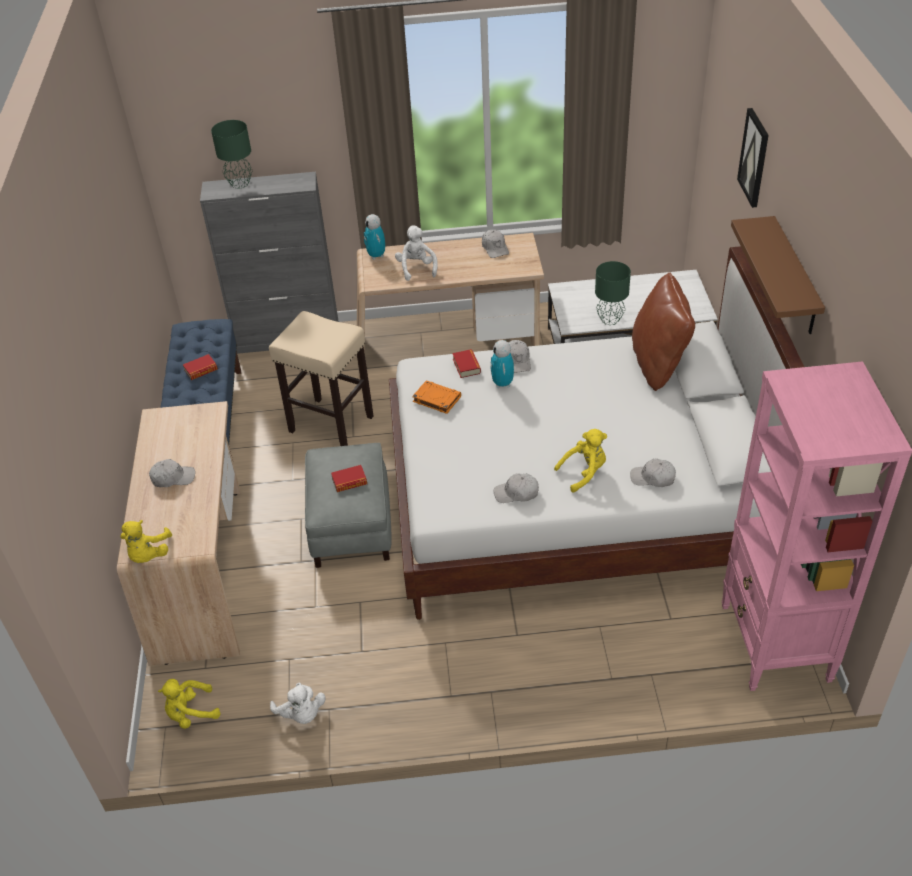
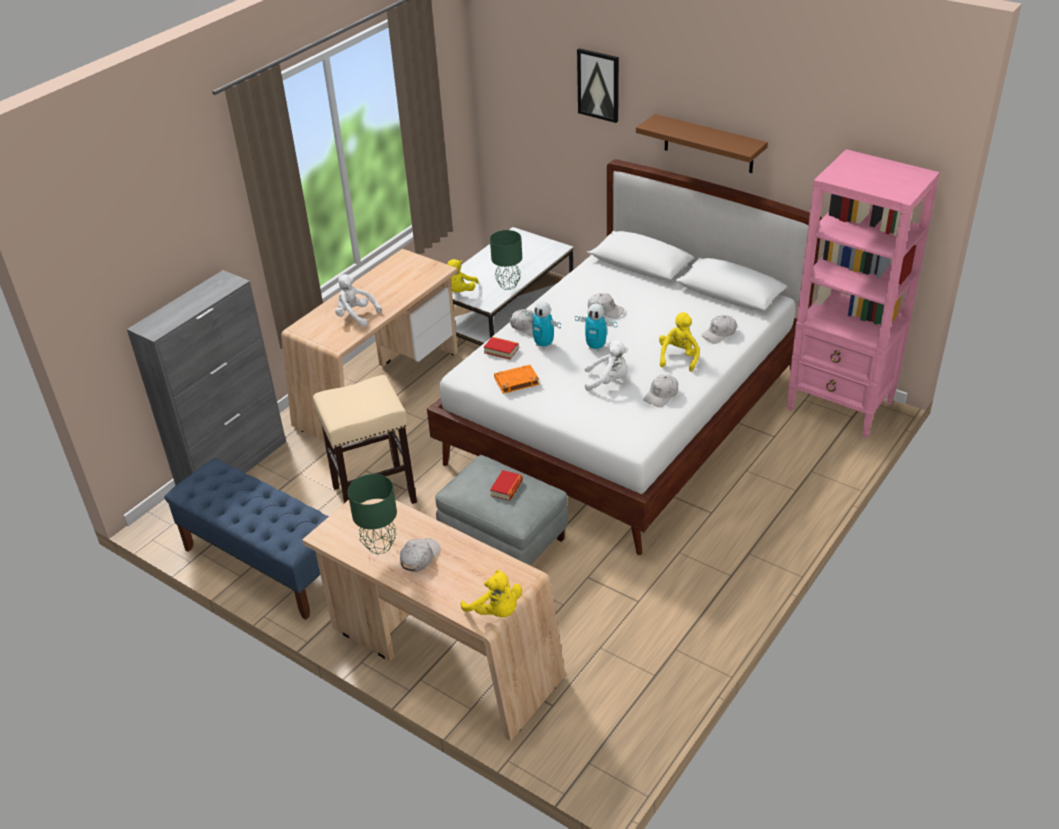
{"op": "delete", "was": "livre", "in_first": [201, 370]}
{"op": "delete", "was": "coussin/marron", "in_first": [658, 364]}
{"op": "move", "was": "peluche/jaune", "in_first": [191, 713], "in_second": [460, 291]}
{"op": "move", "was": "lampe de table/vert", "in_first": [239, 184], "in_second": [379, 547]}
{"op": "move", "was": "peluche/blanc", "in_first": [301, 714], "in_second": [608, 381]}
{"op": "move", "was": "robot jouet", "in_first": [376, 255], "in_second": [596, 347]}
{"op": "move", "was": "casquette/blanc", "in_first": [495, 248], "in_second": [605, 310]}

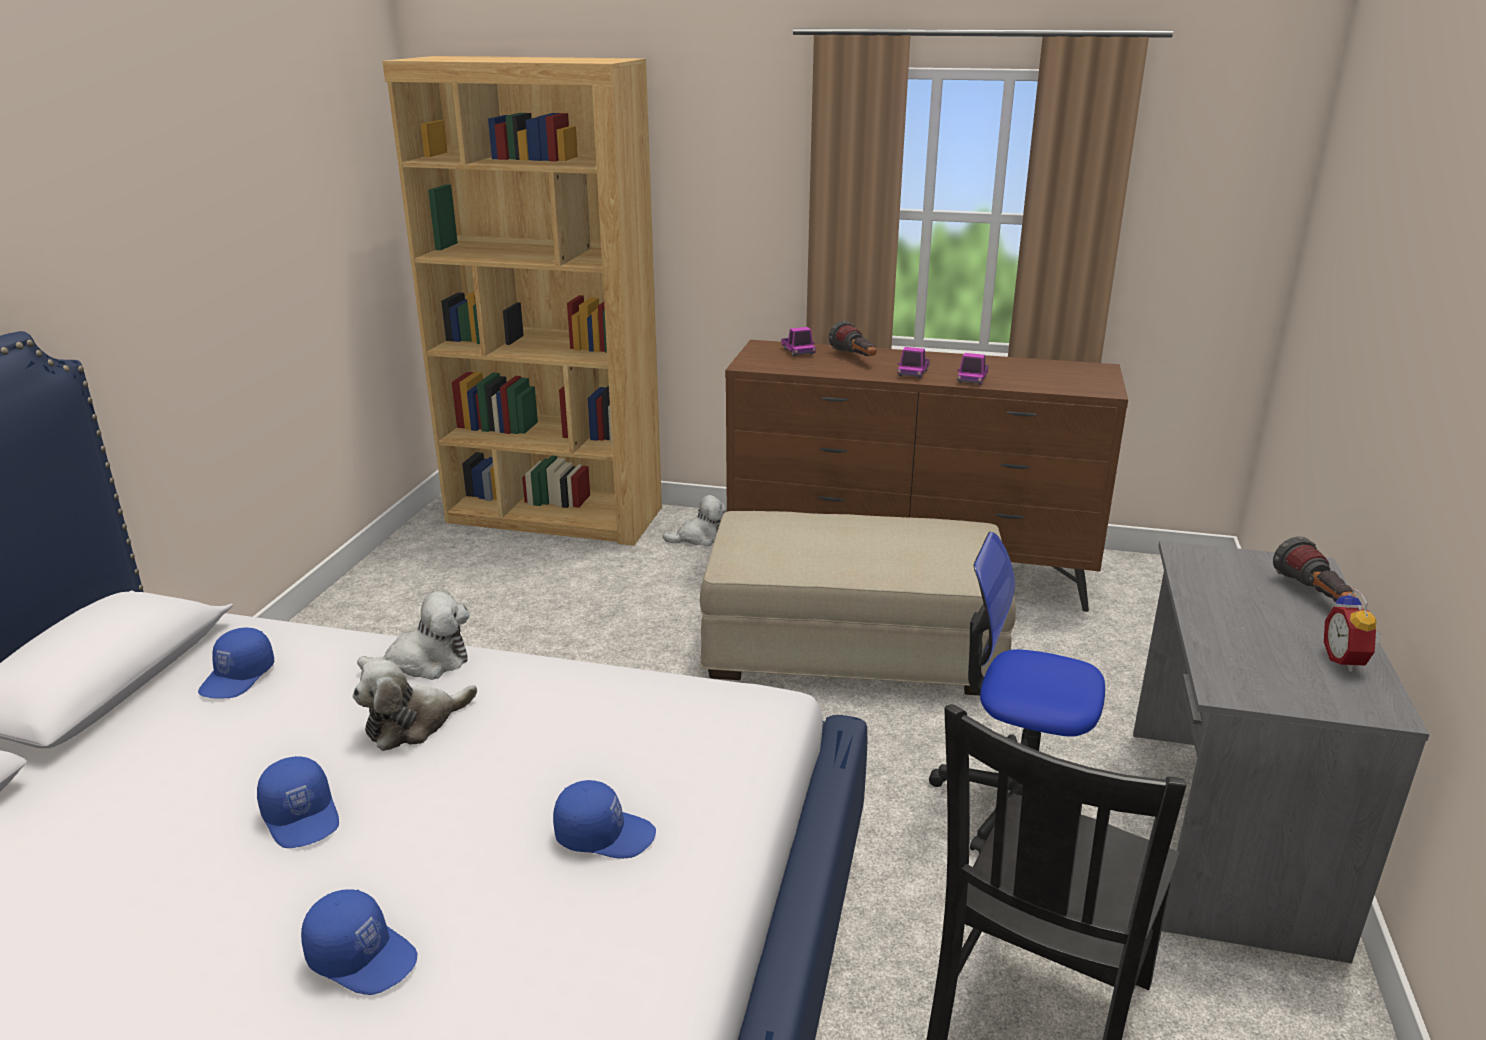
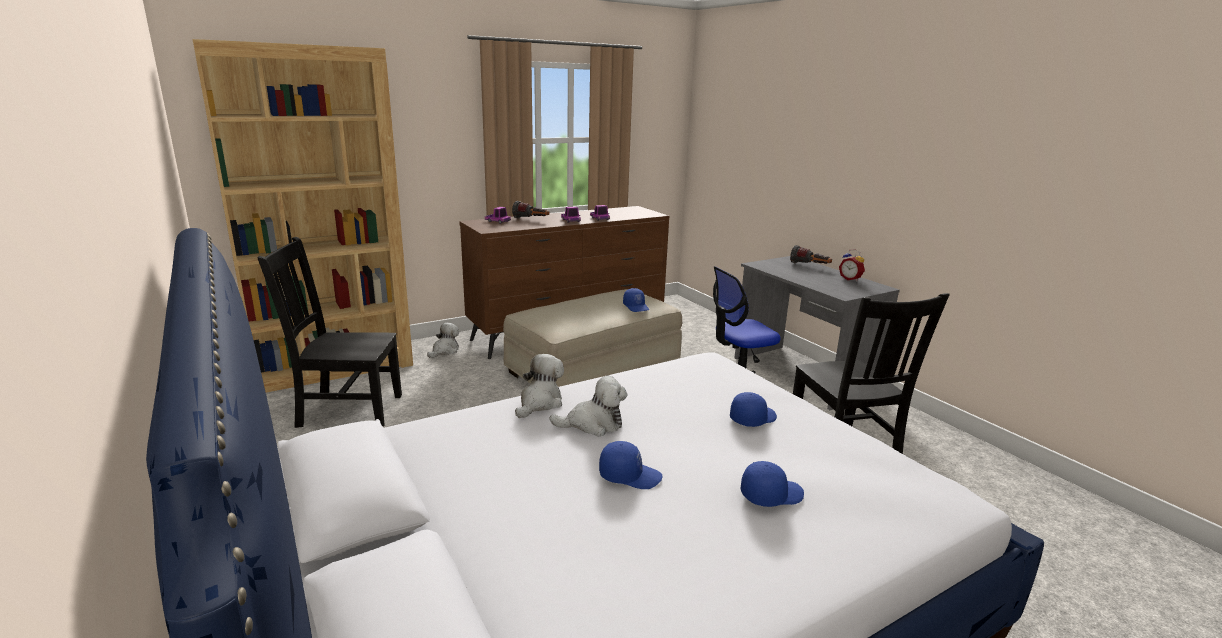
{"op": "insert", "now": "chaise/noir", "in_second": [347, 410]}
{"op": "move", "was": "casquette/bleu", "in_first": [238, 677], "in_second": [636, 307]}
{"op": "rotate", "was": "peluche", "in_first": [413, 724], "in_second": [593, 424], "clockwise": -105}

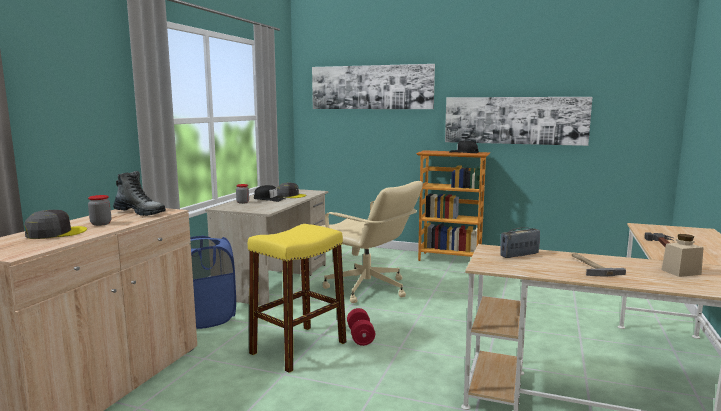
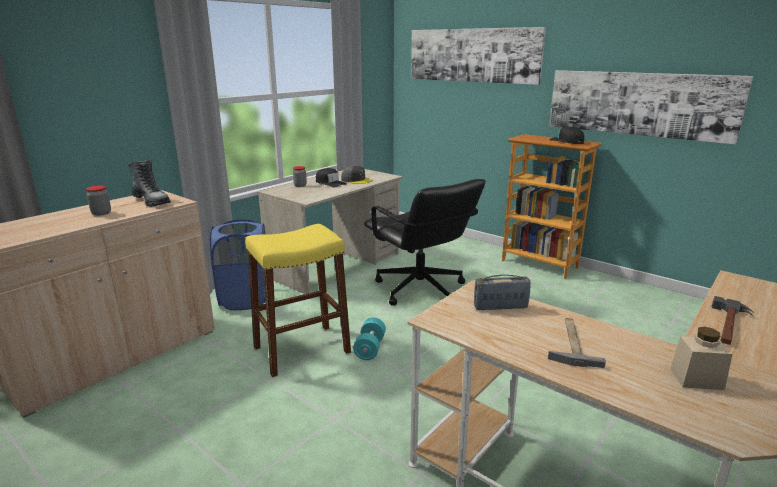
{"op": "delete", "was": "casquette/gris", "in_first": [55, 233]}
{"op": "recolor", "was": "chaise de bureau/beige", "now": "chaise de bureau/noir", "in_first": [367, 289], "in_second": [420, 290]}
{"op": "recolor", "was": "haltère/rouge", "now": "haltère/turquoise", "in_first": [360, 336], "in_second": [370, 348]}

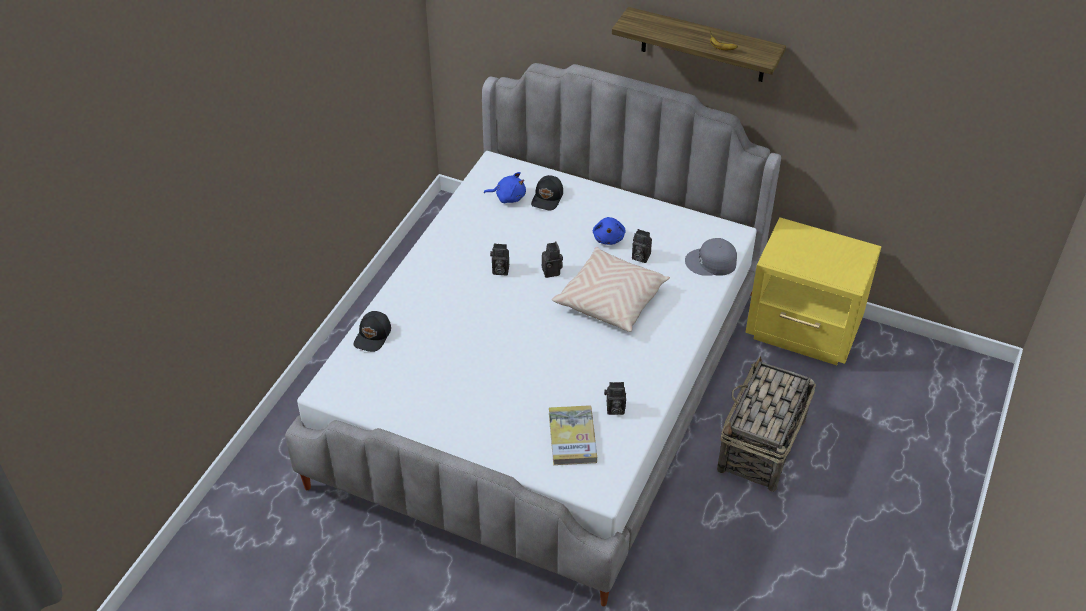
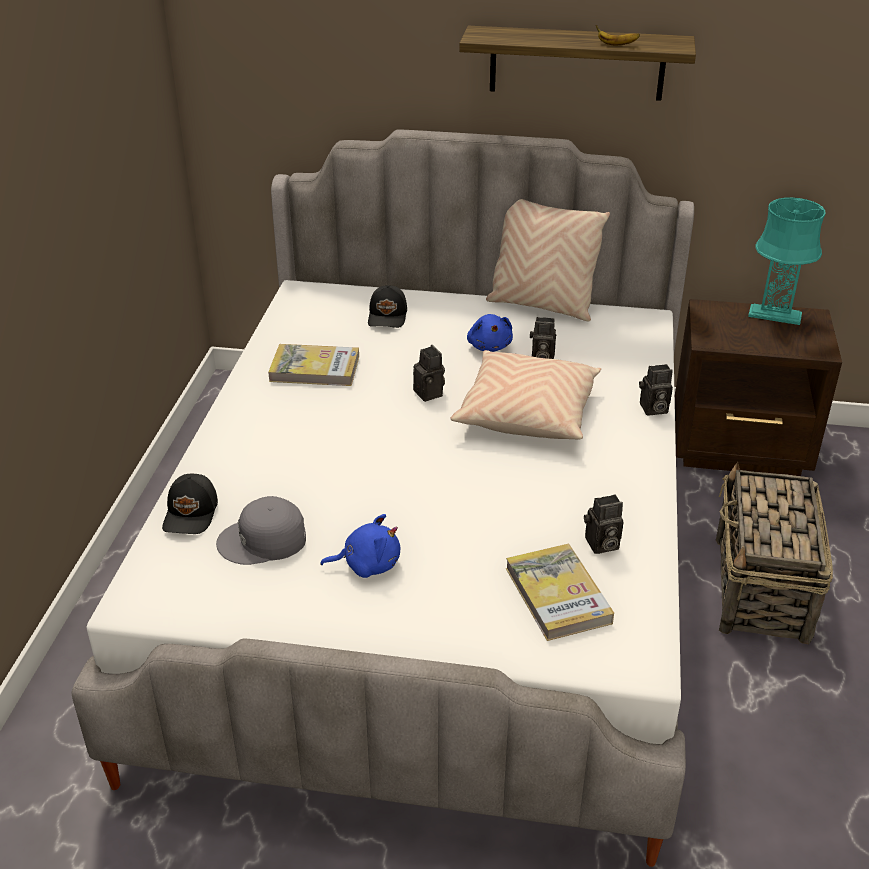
{"op": "insert", "now": "livre", "in_second": [315, 369]}
{"op": "insert", "now": "coussin/beige", "in_second": [542, 305]}
{"op": "insert", "now": "lampe de table/turquoise", "in_second": [774, 315]}
{"op": "move", "was": "peluche/bleu", "in_first": [508, 197], "in_second": [367, 564]}
{"op": "move", "was": "appareil photo", "in_first": [499, 270], "in_second": [652, 409]}
{"op": "move", "was": "casquette/gris", "in_first": [711, 262], "in_second": [263, 541]}
{"op": "recolor", "was": "table de chevet/jaune", "now": "table de chevet/marron", "in_first": [804, 332], "in_second": [741, 449]}

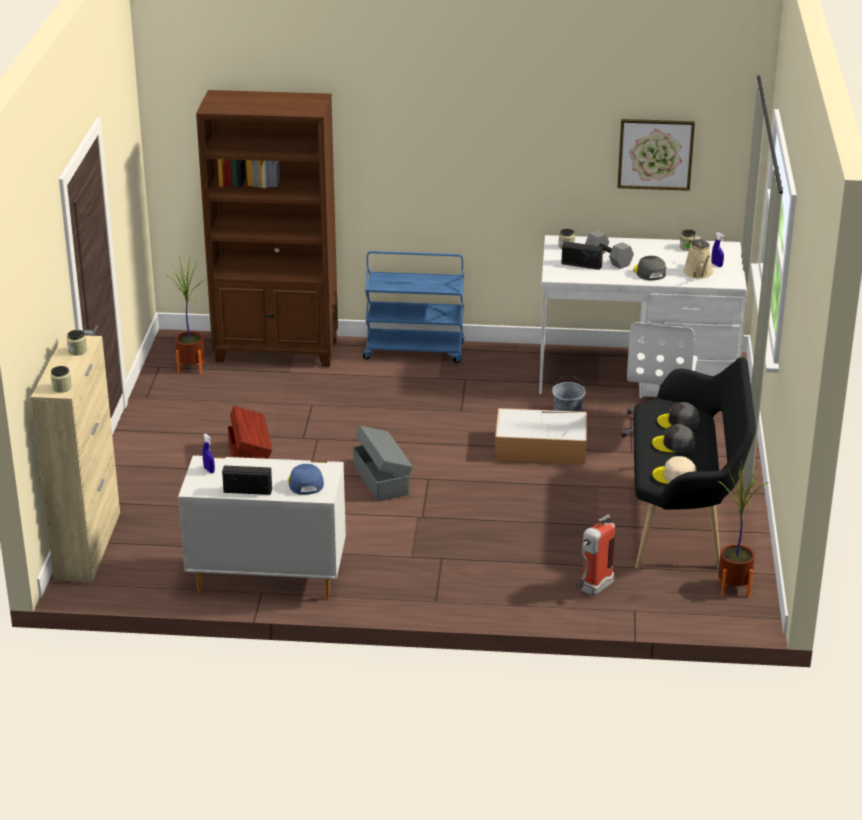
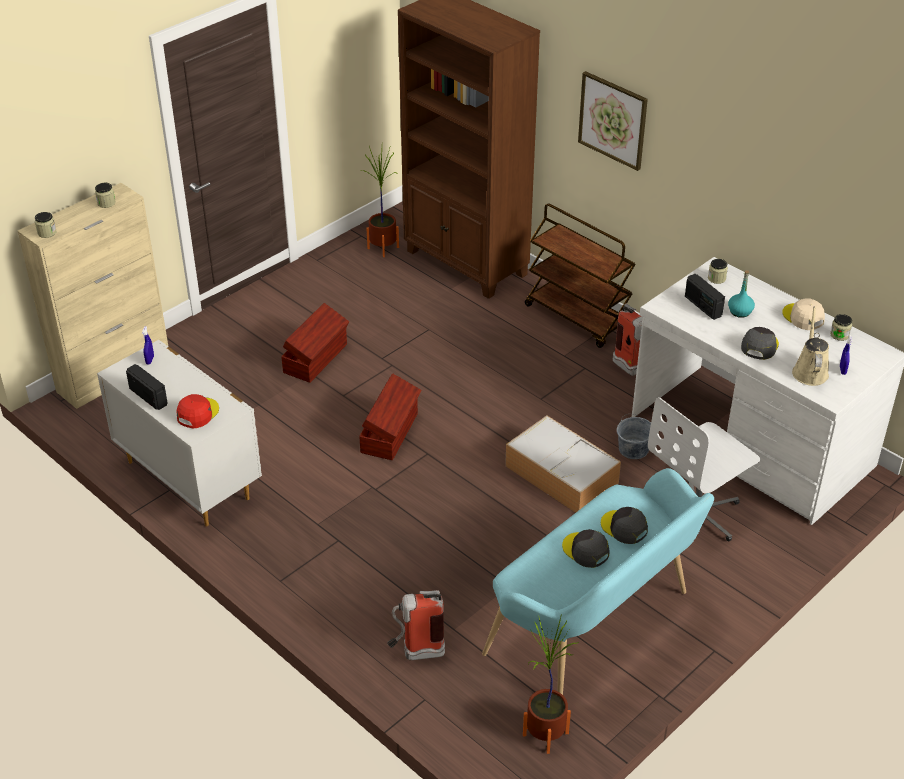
{"op": "insert", "now": "extincteur", "in_second": [632, 370]}
{"op": "move", "was": "tableau", "in_first": [655, 154], "in_second": [613, 120]}
{"op": "move", "was": "casquette/beige", "in_first": [674, 476], "in_second": [803, 317]}
{"op": "replace", "was": "haltère/gris", "now": "bouteille/turquoise", "in_first": [609, 259], "in_second": [740, 312]}
{"op": "recolor", "was": "casquette/bleu", "now": "casquette/rouge", "in_first": [305, 483], "in_second": [197, 413]}
{"op": "recolor", "was": "boîte de rangement/gris", "now": "boîte de rangement/marron", "in_first": [381, 479], "in_second": [391, 433]}
{"op": "recolor", "was": "chariot/bleu", "now": "chariot/marron", "in_first": [415, 351], "in_second": [577, 317]}
{"op": "recolor", "was": "banc/noir", "now": "banc/turquoise", "in_first": [684, 518], "in_second": [596, 626]}
{"op": "rotate", "was": "arrosoir/beige", "in_first": [699, 273], "in_second": [809, 371], "clockwise": 150}

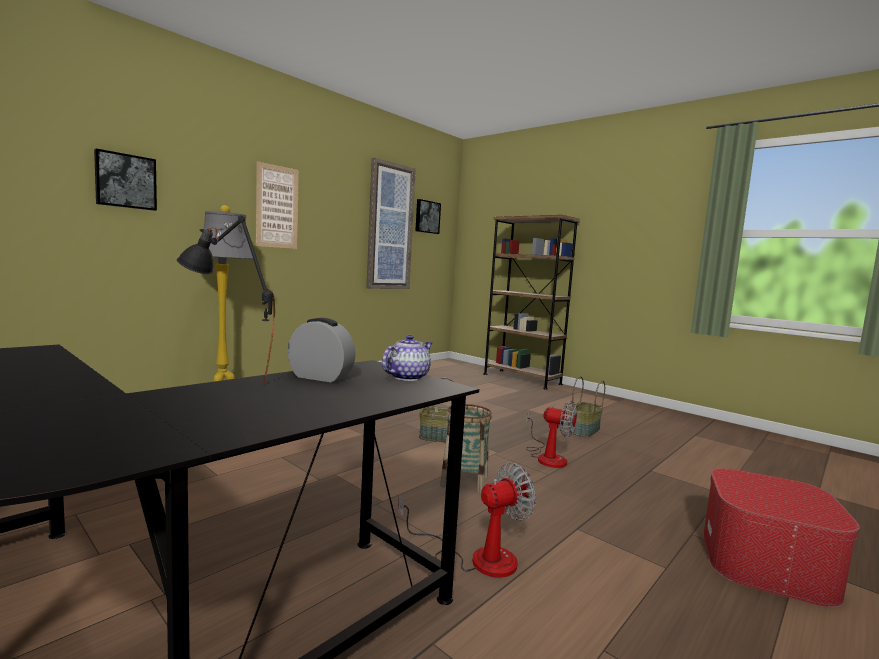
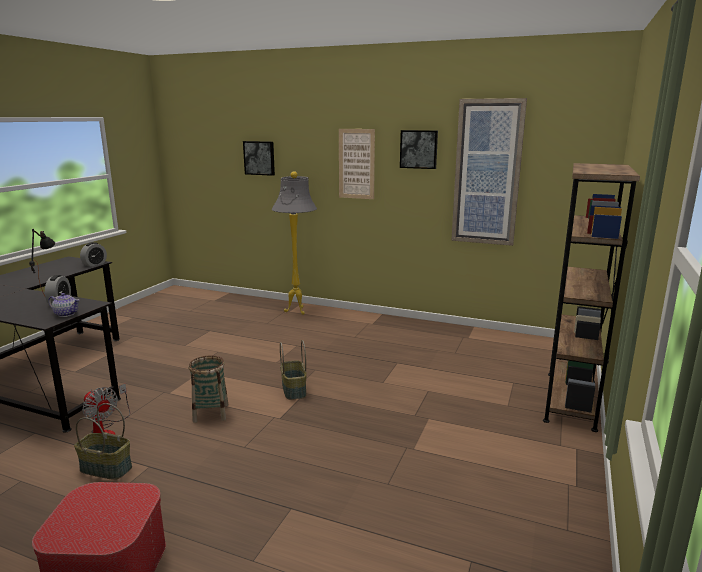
{"op": "delete", "was": "ventilateur", "in_first": [547, 457]}
{"op": "insert", "now": "réveil", "in_second": [94, 264]}
{"op": "move", "was": "tableau", "in_first": [427, 217], "in_second": [419, 149]}
{"op": "move", "was": "panier", "in_first": [585, 431], "in_second": [105, 469]}

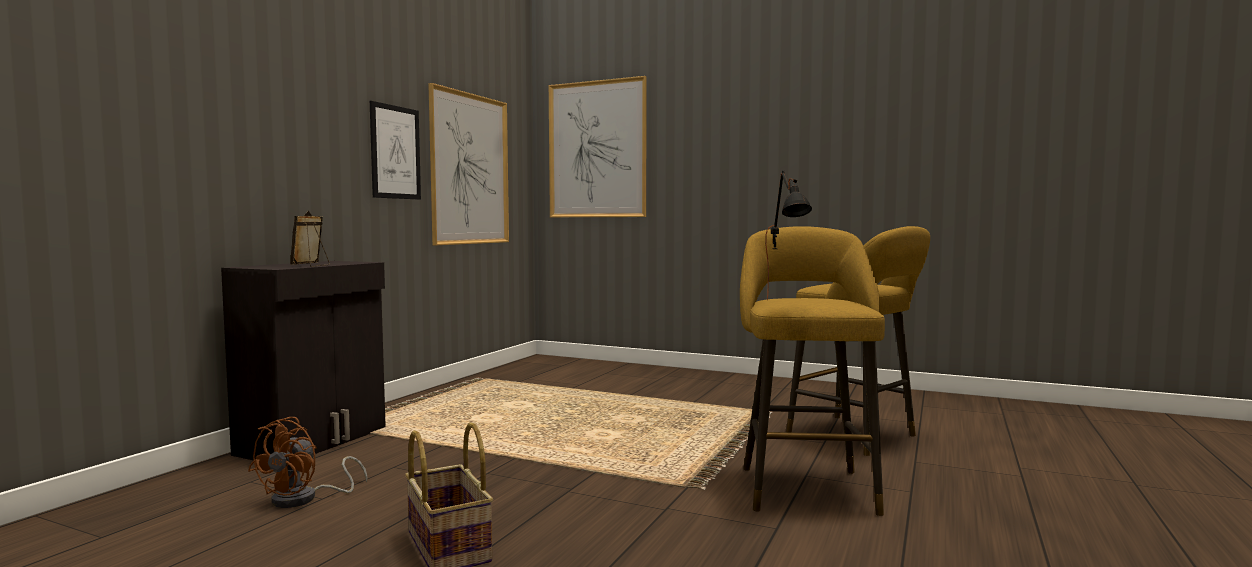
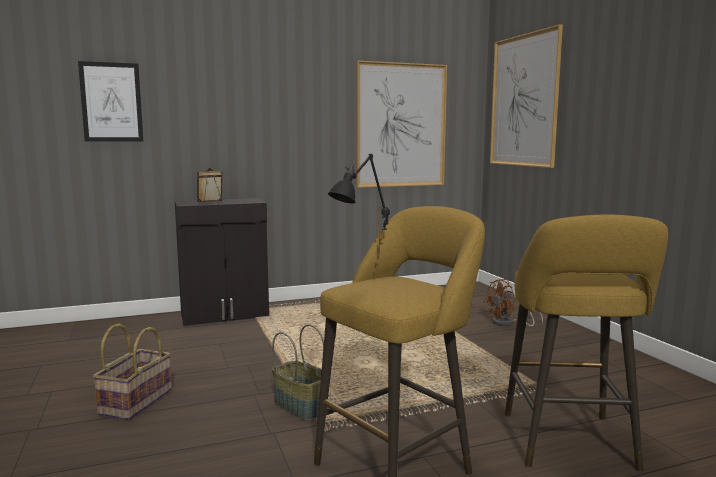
{"op": "insert", "now": "panier", "in_second": [301, 406]}
{"op": "move", "was": "ventilateur/marron", "in_first": [304, 499], "in_second": [508, 323]}
{"op": "move", "was": "tableau", "in_first": [395, 152], "in_second": [111, 102]}

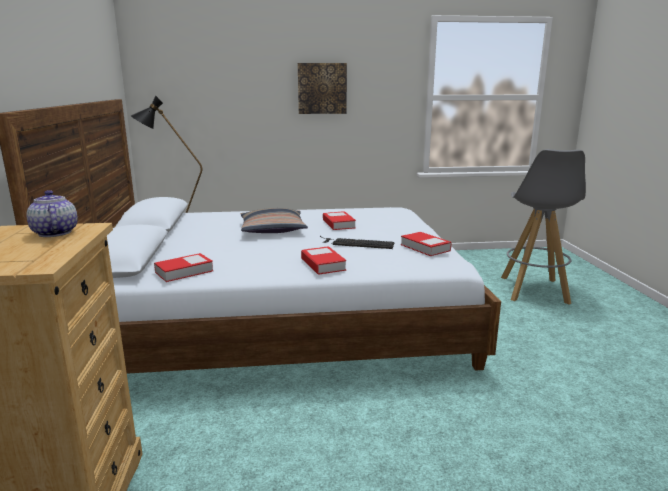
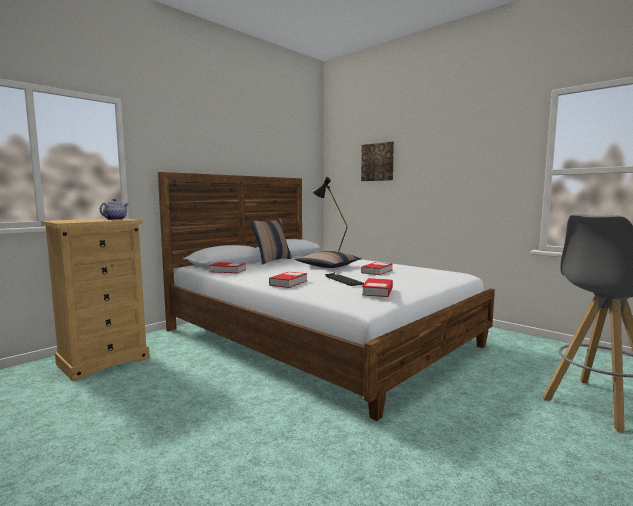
{"op": "insert", "now": "coussin", "in_second": [272, 260]}
{"op": "move", "was": "tableau", "in_first": [322, 88], "in_second": [377, 162]}

